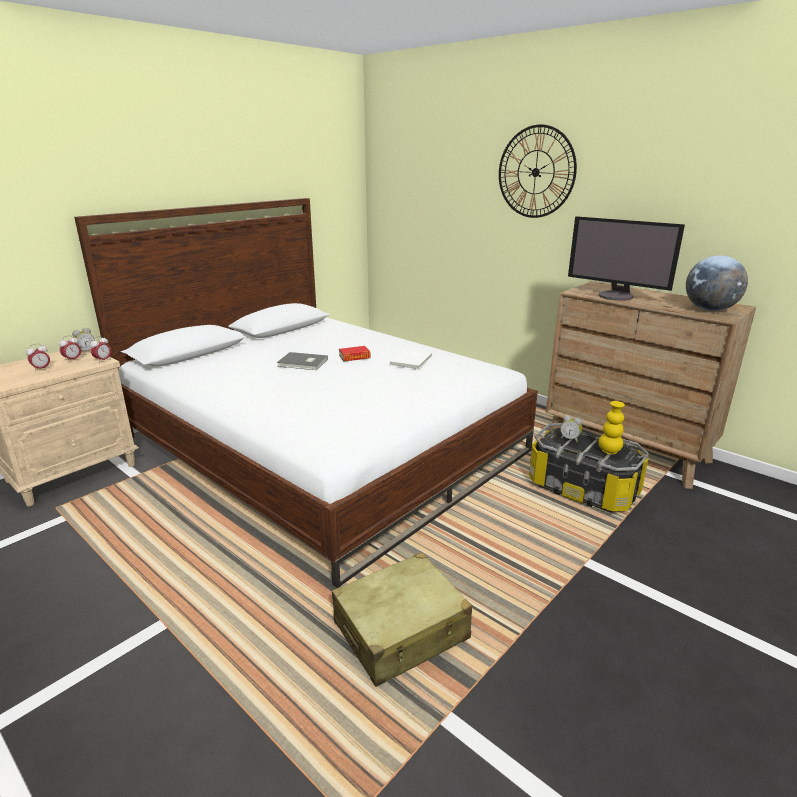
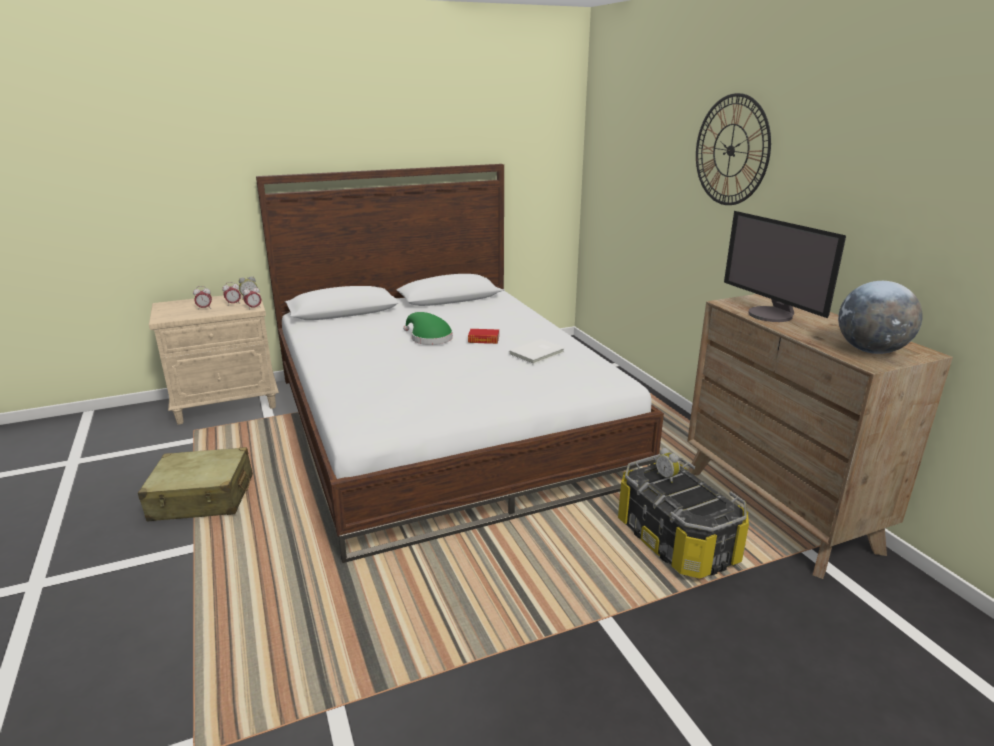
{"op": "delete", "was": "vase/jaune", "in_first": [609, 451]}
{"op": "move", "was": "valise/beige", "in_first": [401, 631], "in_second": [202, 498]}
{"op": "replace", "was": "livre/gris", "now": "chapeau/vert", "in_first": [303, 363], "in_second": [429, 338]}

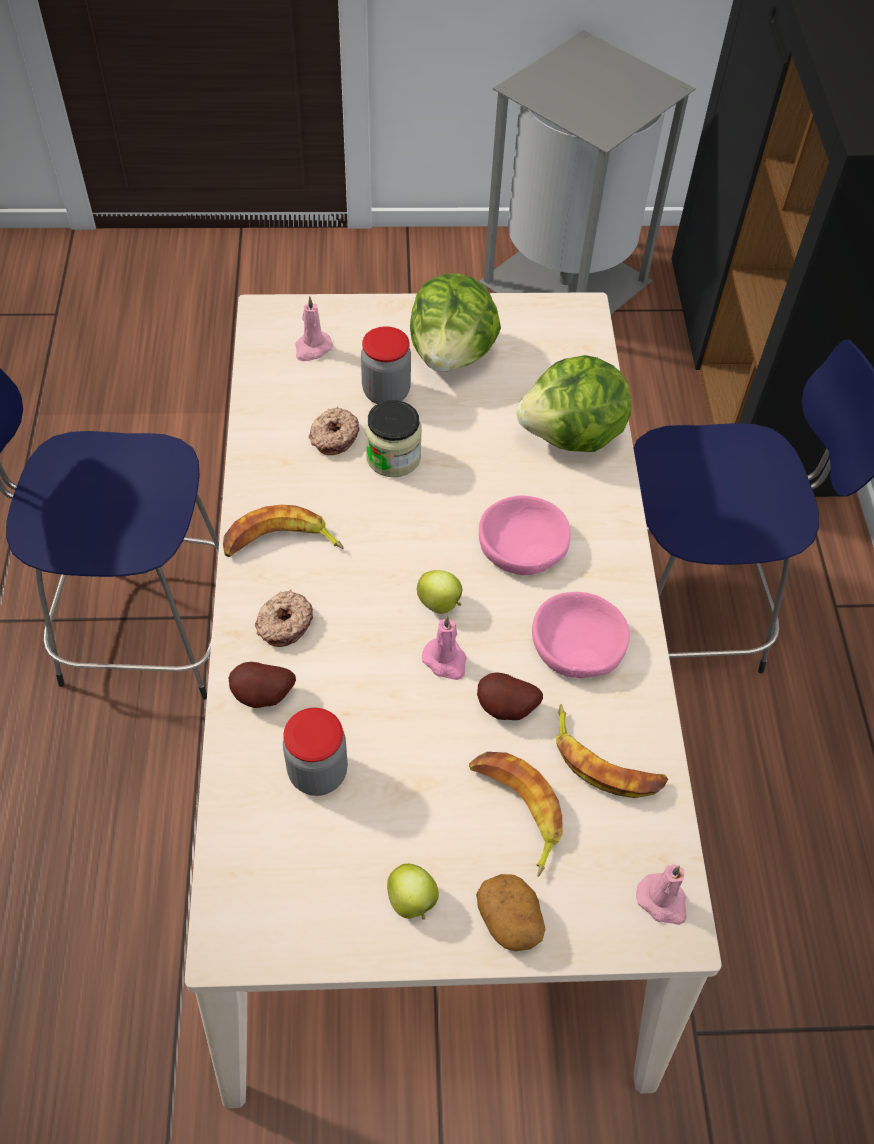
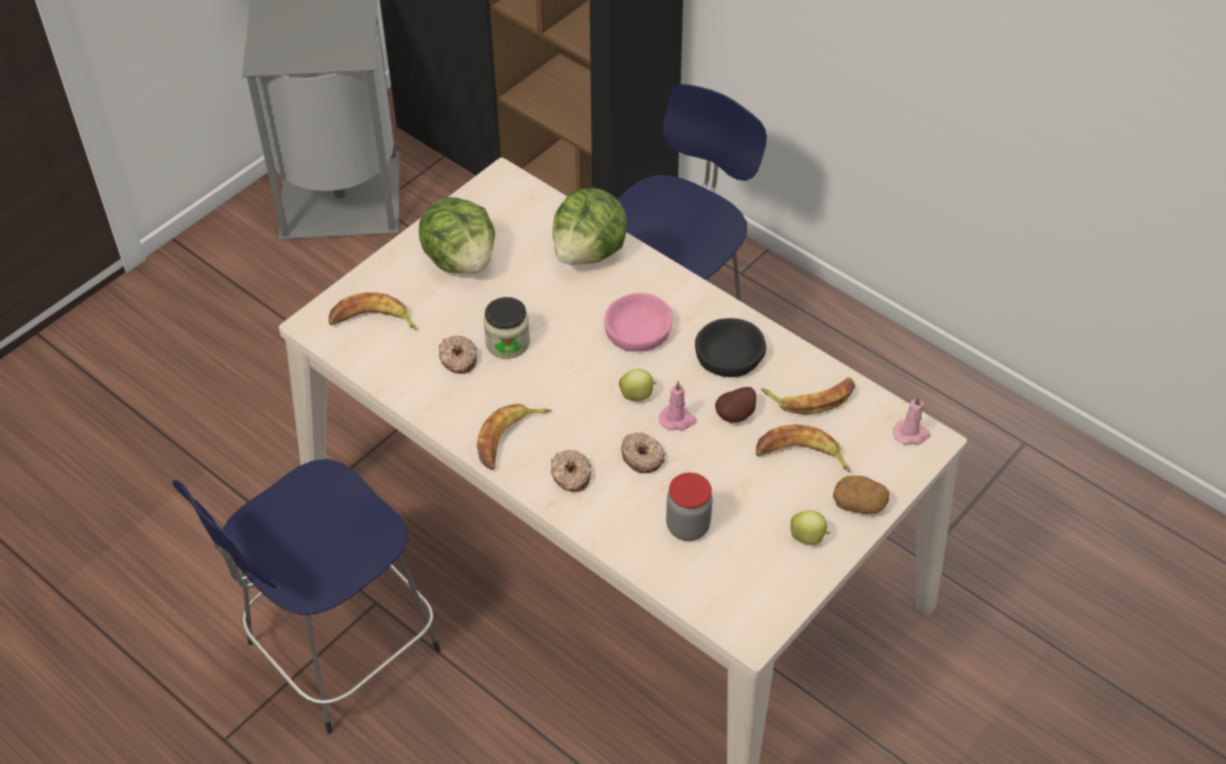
{"op": "delete", "was": "pomme de terre", "in_first": [263, 697]}
{"op": "delete", "was": "bocal", "in_first": [386, 392]}
{"op": "insert", "now": "beignet", "in_second": [642, 457]}
{"op": "replace", "was": "bougie/rose", "now": "banane", "in_first": [312, 348], "in_second": [372, 321]}
{"op": "recolor", "was": "bol/rose", "now": "bol/noir", "in_first": [578, 643], "in_second": [729, 355]}

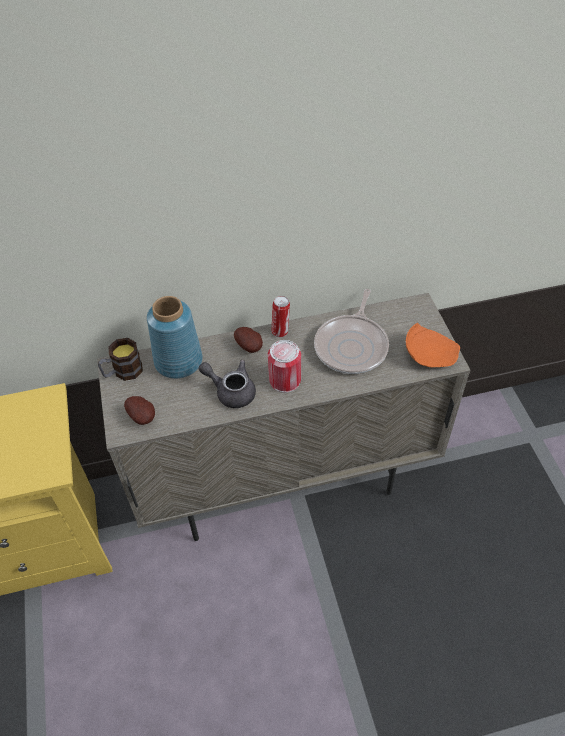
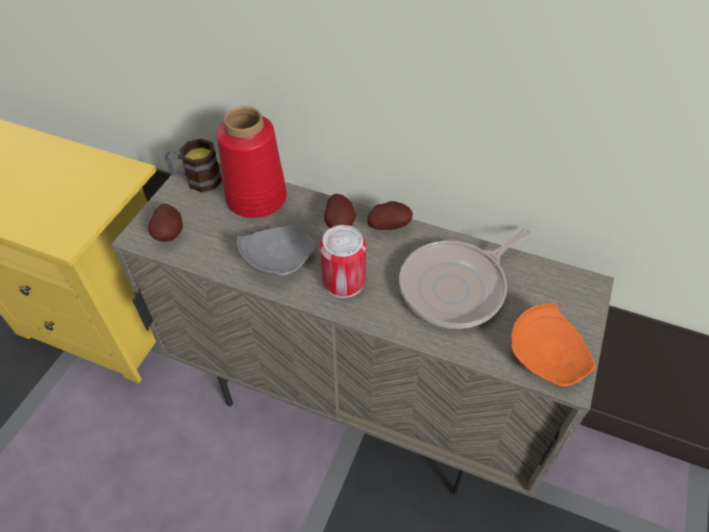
{"op": "replace", "was": "théière/gris", "now": "assiette/gris", "in_first": [231, 391], "in_second": [276, 259]}
{"op": "replace", "was": "boîte métallique", "now": "pomme de terre", "in_first": [280, 331], "in_second": [389, 225]}
{"op": "recolor", "was": "vase/bleu", "now": "vase/rouge", "in_first": [179, 361], "in_second": [257, 198]}

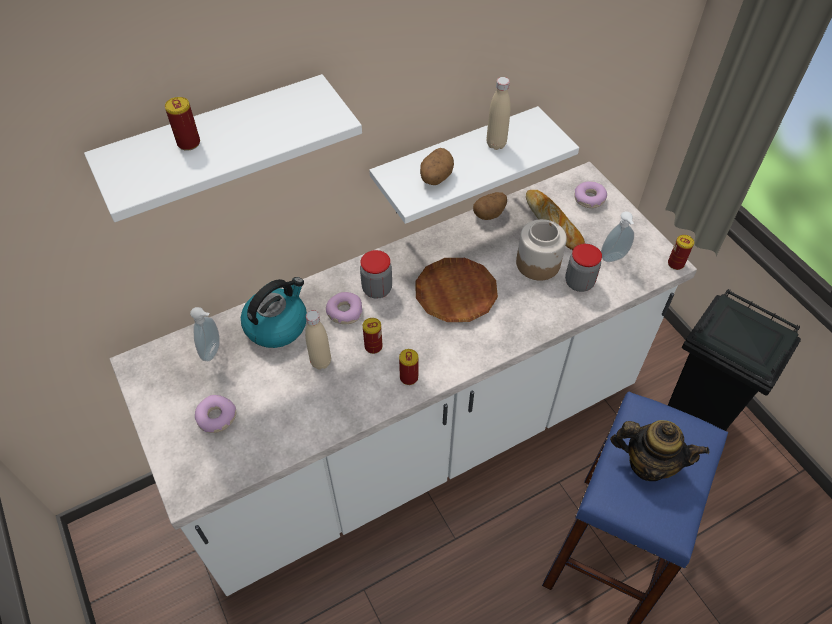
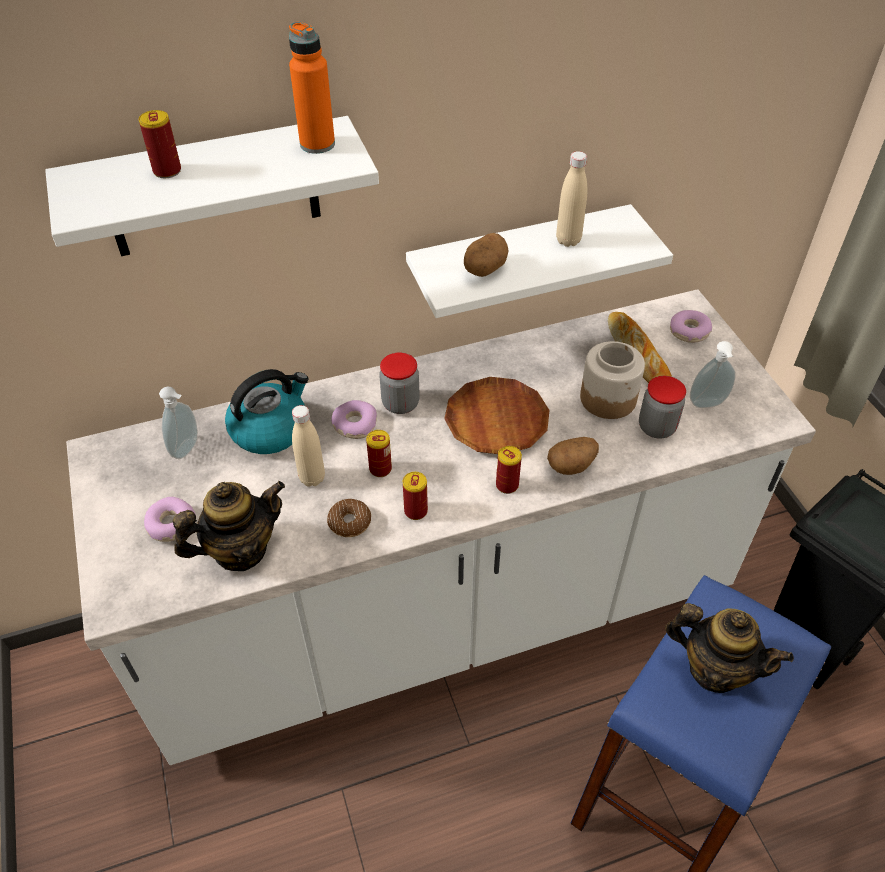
{"op": "insert", "now": "théière", "in_second": [240, 550]}
{"op": "insert", "now": "bouteille/orange", "in_second": [317, 144]}
{"op": "insert", "now": "beignet", "in_second": [349, 522]}
{"op": "move", "was": "pomme de terre", "in_first": [489, 214], "in_second": [571, 465]}
{"op": "move", "was": "boîte métallique", "in_first": [675, 264], "in_second": [507, 485]}

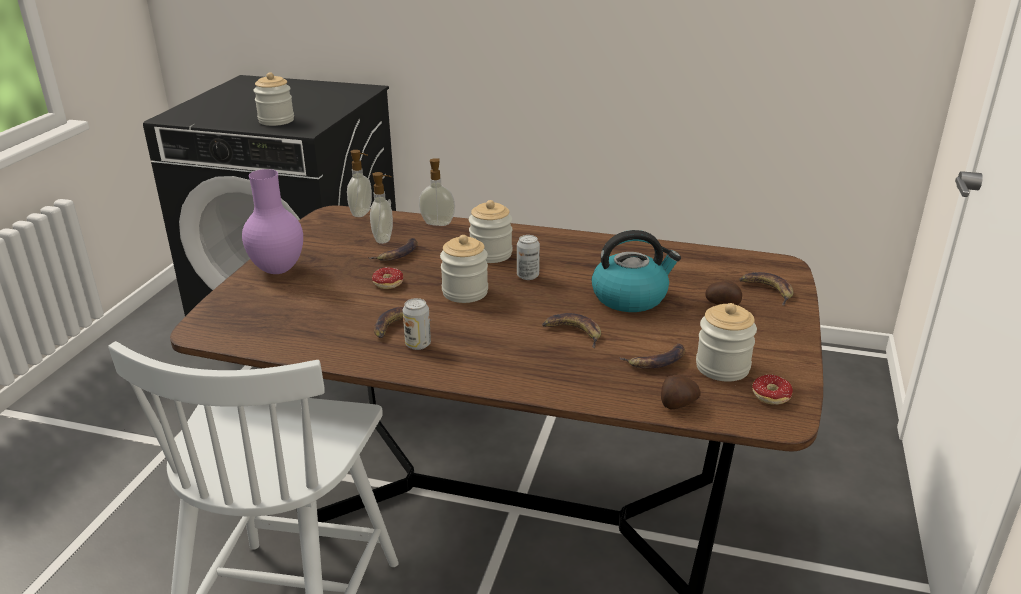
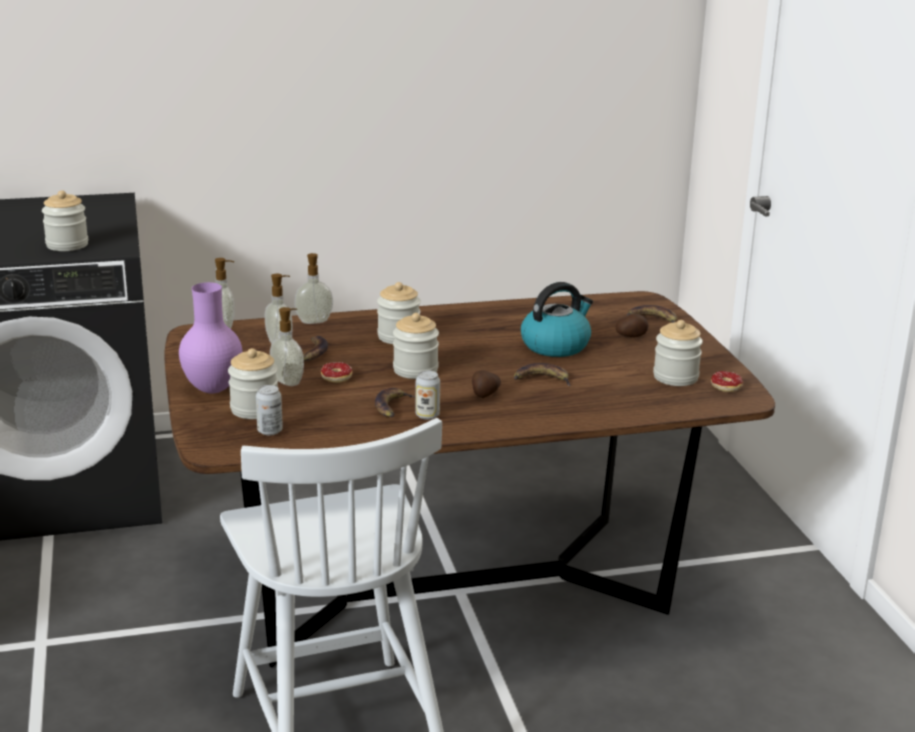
{"op": "delete", "was": "banane", "in_first": [656, 361]}
{"op": "insert", "now": "bocal", "in_second": [254, 409]}
{"op": "insert", "now": "distributeur de savon", "in_second": [288, 381]}
{"op": "move", "was": "boîte métallique", "in_first": [528, 276], "in_second": [270, 431]}
{"op": "move", "was": "pomme de terre", "in_first": [677, 404], "in_second": [484, 395]}

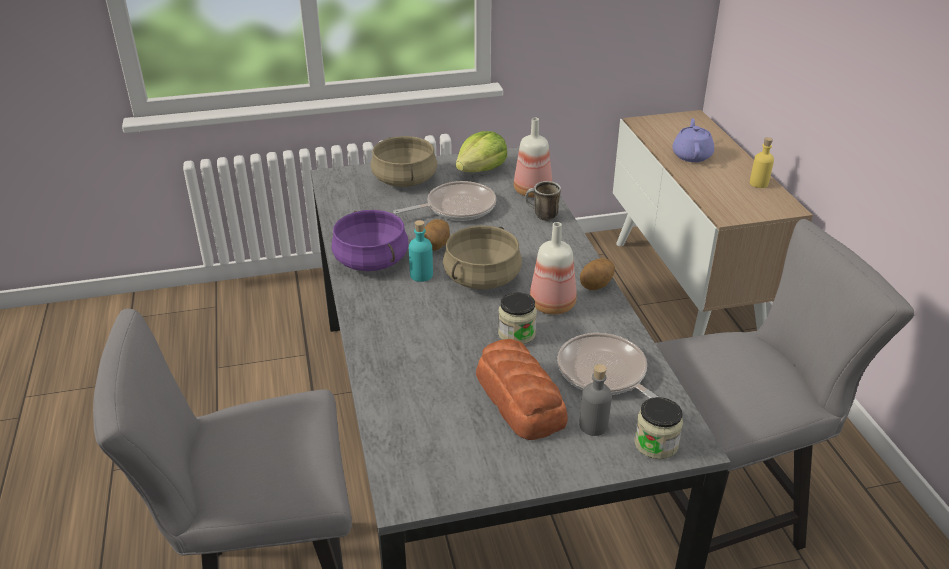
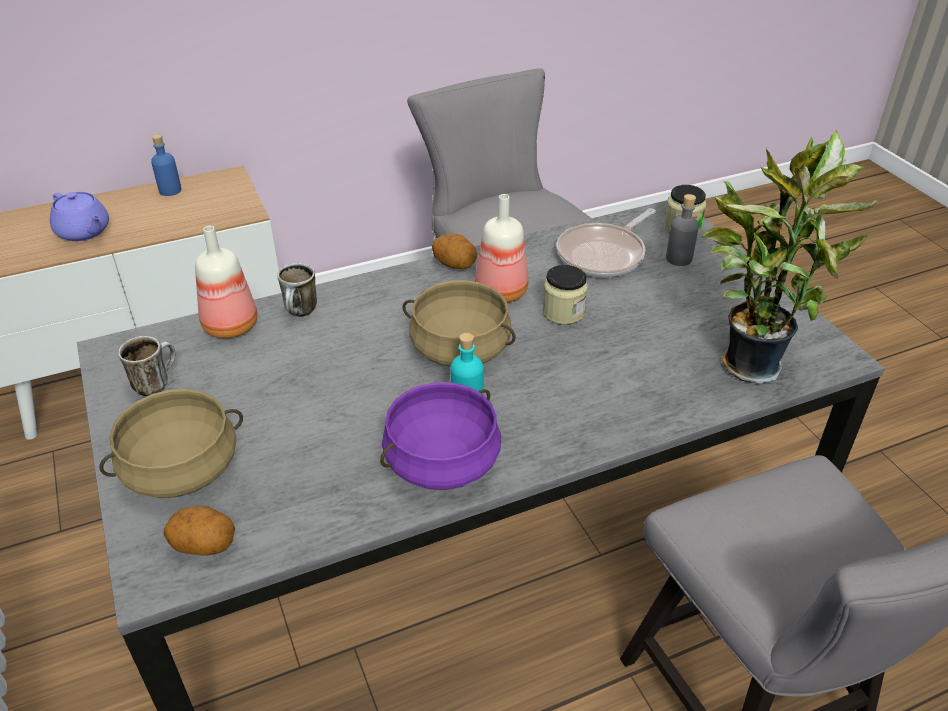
{"op": "delete", "was": "poêle", "in_first": [456, 207]}
{"op": "delete", "was": "pain", "in_first": [520, 400]}
{"op": "insert", "now": "plante en pot", "in_second": [747, 361]}
{"op": "move", "was": "pomme de terre", "in_first": [436, 246], "in_second": [205, 545]}
{"op": "replace", "was": "laitue", "now": "mug", "in_first": [481, 170], "in_second": [156, 382]}
{"op": "recolor", "was": "bouteille/jaune", "now": "bouteille/bleu", "in_first": [759, 183], "in_second": [170, 190]}
{"op": "rotate", "was": "théière/violet", "in_first": [691, 155], "in_second": [84, 232], "clockwise": -135}

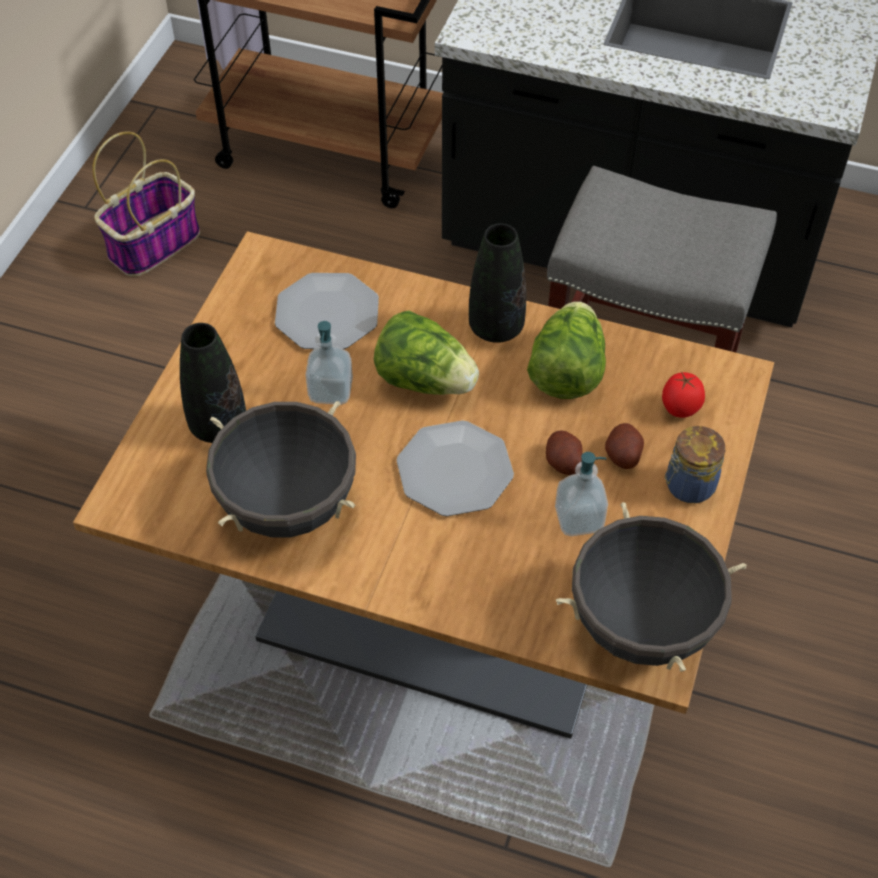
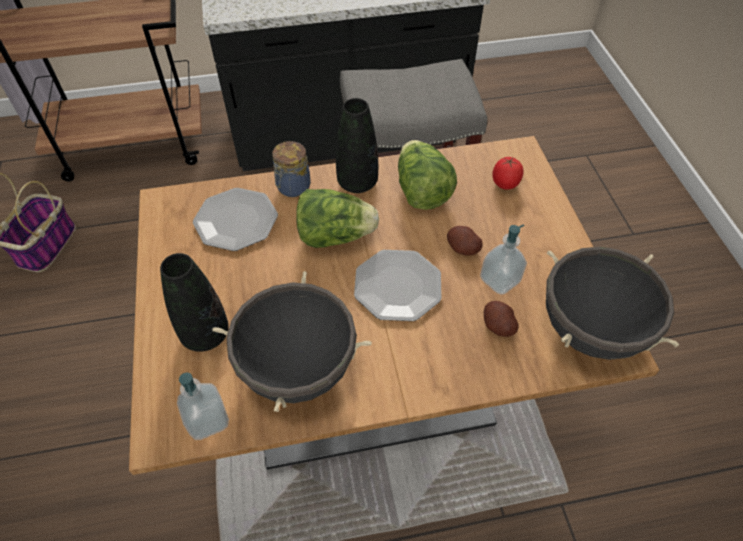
{"op": "move", "was": "distributeur de savon", "in_first": [330, 391], "in_second": [208, 420]}
{"op": "move", "was": "pomme de terre", "in_first": [623, 455], "in_second": [498, 325]}
{"op": "move", "was": "bocal", "in_first": [687, 486], "in_second": [292, 187]}

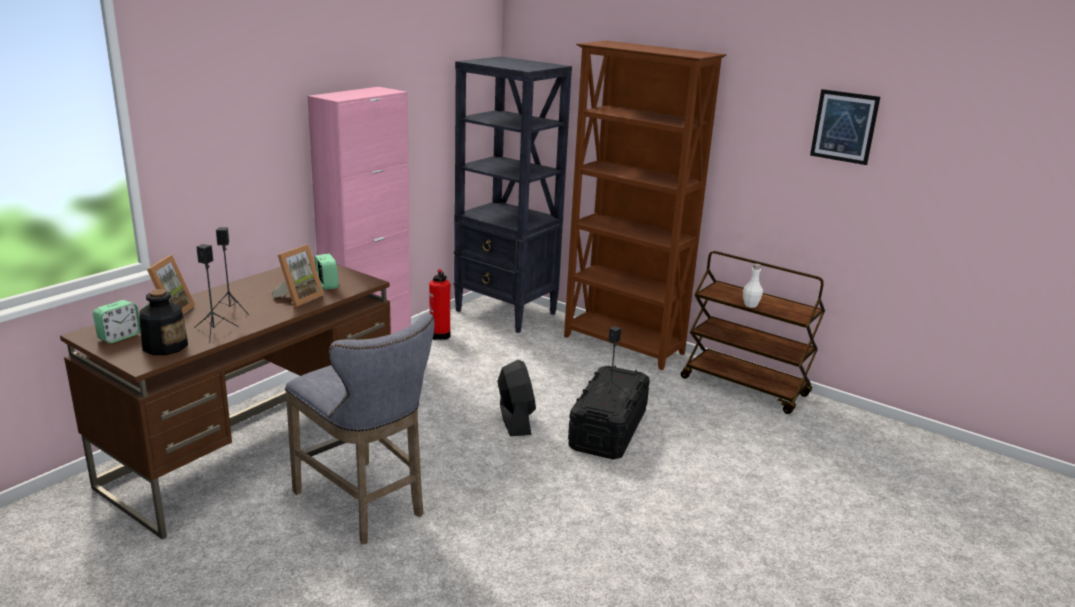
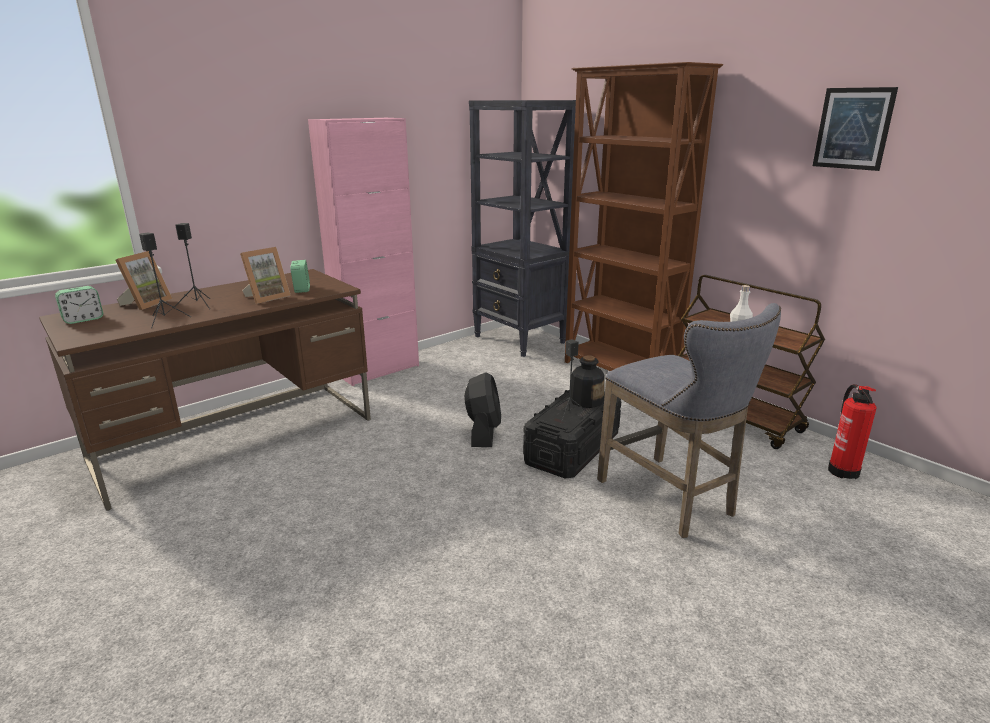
{"op": "move", "was": "bouteille", "in_first": [165, 346], "in_second": [586, 400]}
{"op": "move", "was": "tabouret/gris", "in_first": [364, 505], "in_second": [671, 499]}
{"op": "move", "was": "extincteur", "in_first": [440, 334], "in_second": [842, 470]}

